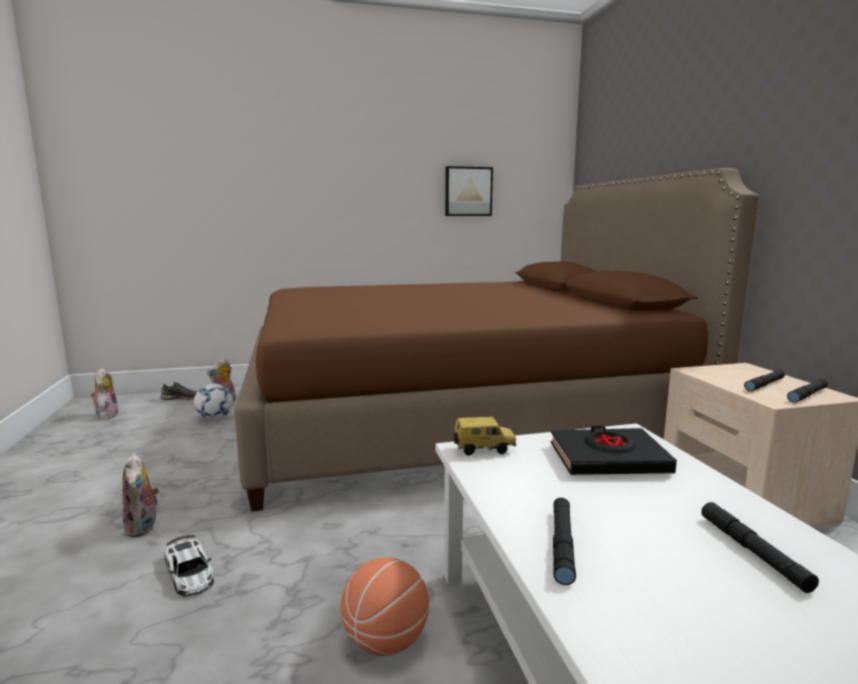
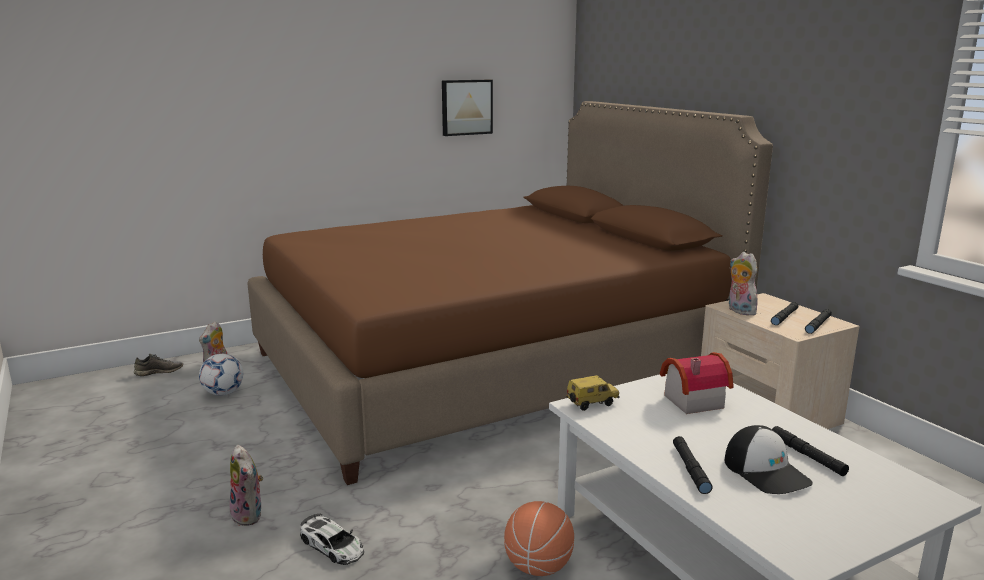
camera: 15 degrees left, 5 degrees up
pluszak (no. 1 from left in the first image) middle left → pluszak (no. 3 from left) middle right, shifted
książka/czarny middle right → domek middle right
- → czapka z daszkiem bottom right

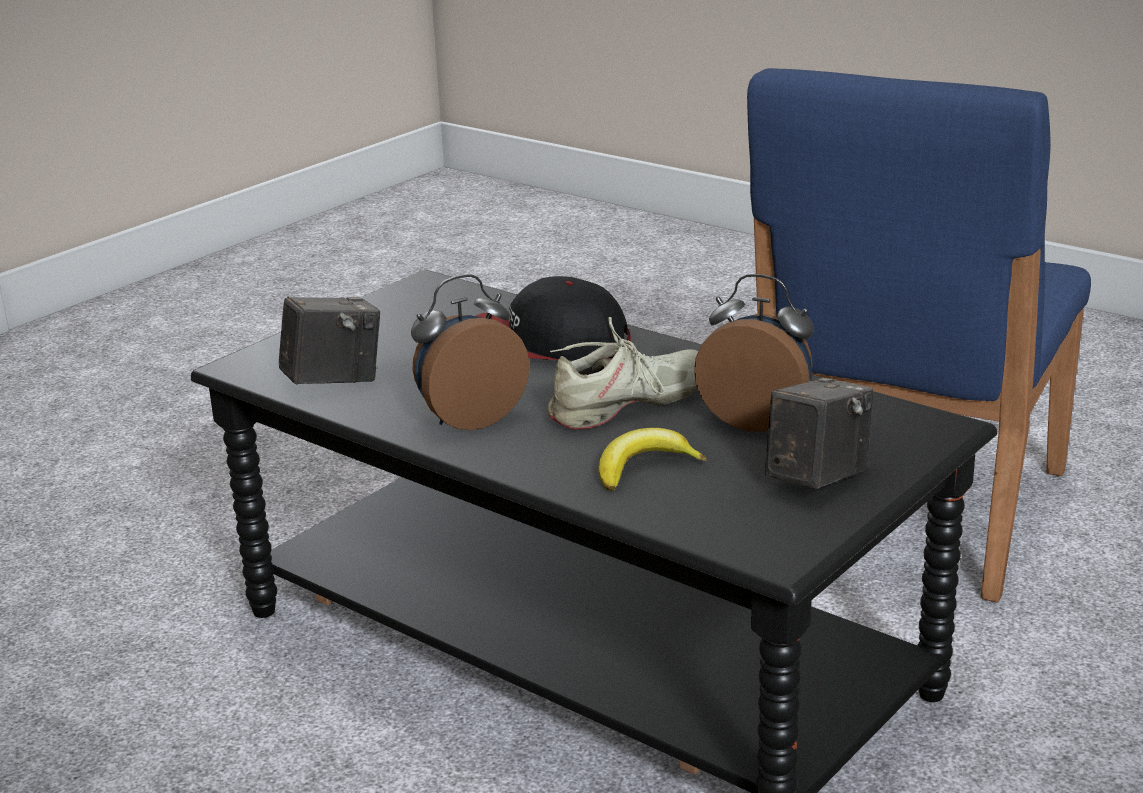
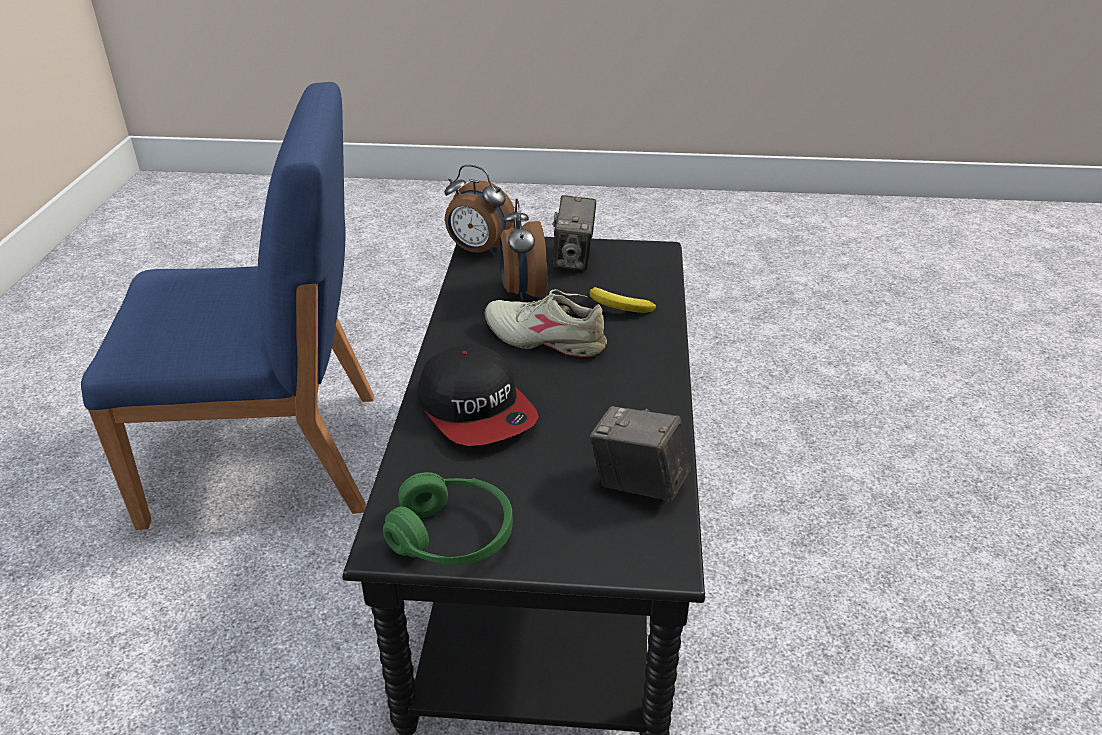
camera: 125 degrees left, 10 degrees up
budzik (no. 1 from left) centre → budzik (no. 1 from left) top centre, shifted
aparat fotograficzny (no. 2 from left in the first image) middle right → aparat fotograficzny (no. 1 from left) top centre, 90 degrees counterclockwise
- → słuchawki/zielony bottom centre

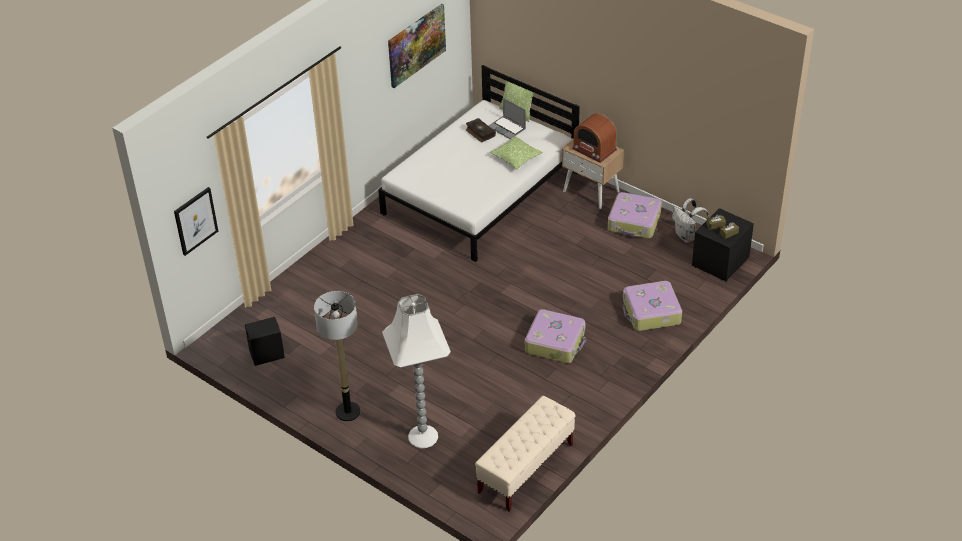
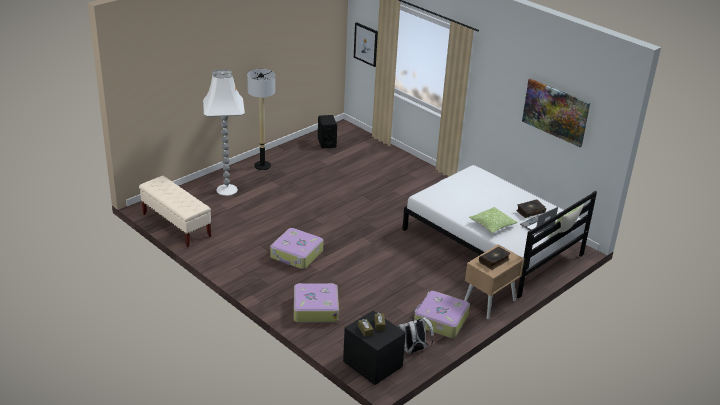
camera: 95 degrees right, 10 degrees down
radio top centre → książka (no. 1 from left) middle right

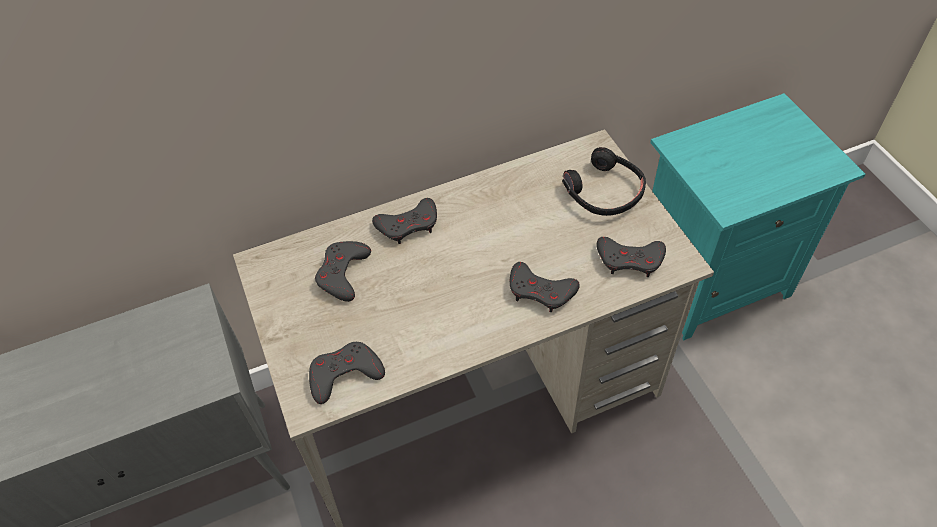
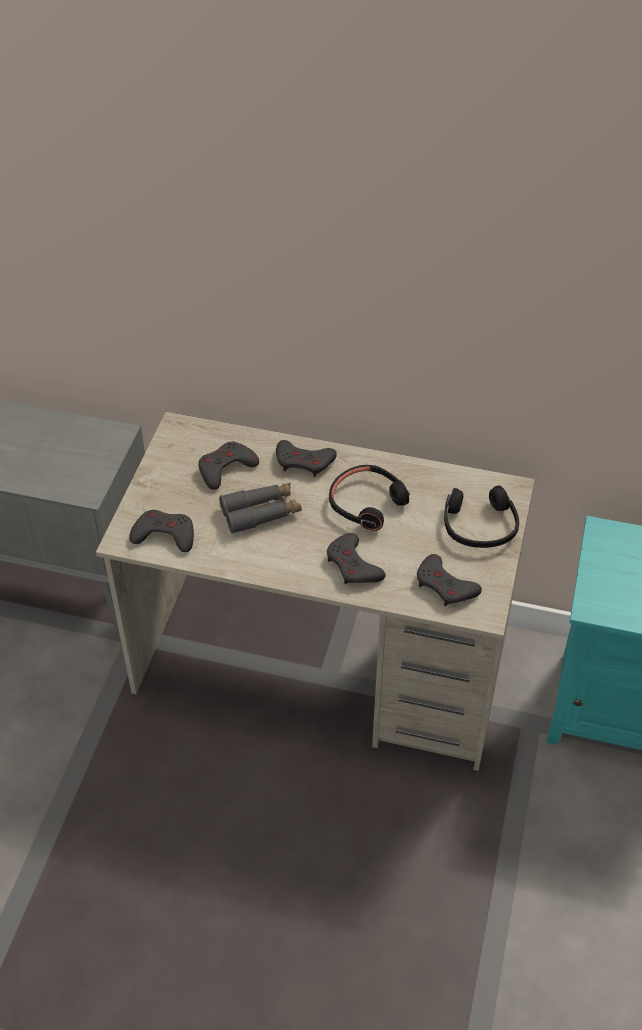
camera: 35 degrees right, 5 degrees down
- → lornetka/szary centre
- → słuchawki/czarny (no. 1 from left) centre

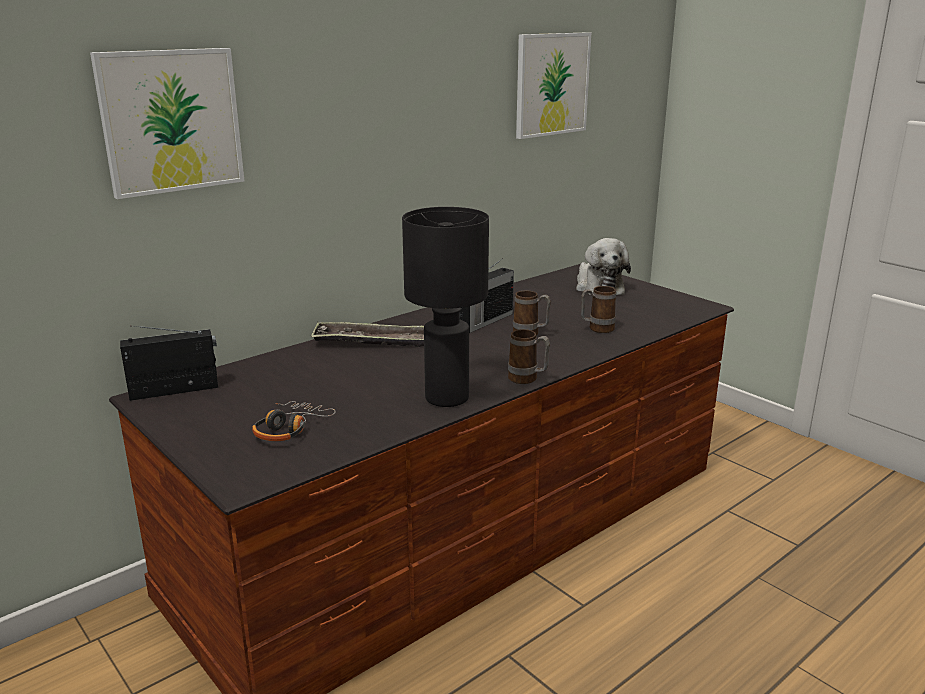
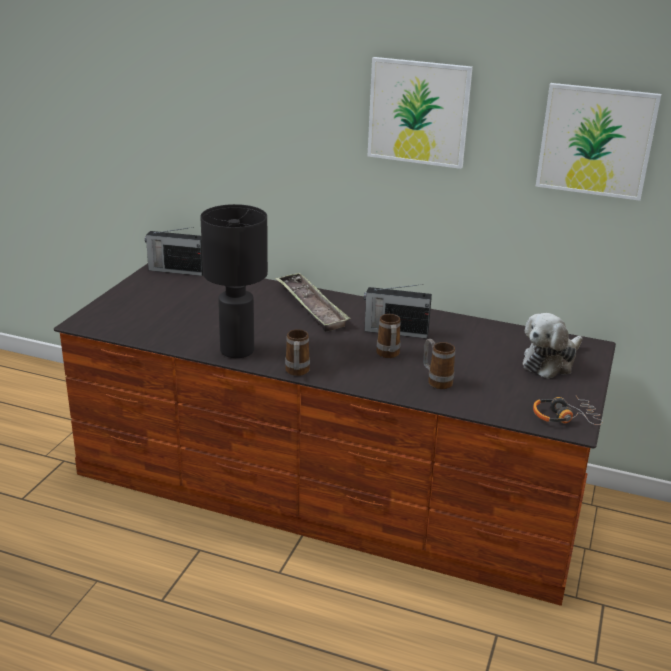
camera: 60 degrees right, 5 degrees up
obraz (no. 1 from left) top left → obraz (no. 1 from left) top centre, shifted
radio (no. 1 from left) middle left, 150 degrees clockwise
słuchawki middle left → słuchawki middle right, shifted

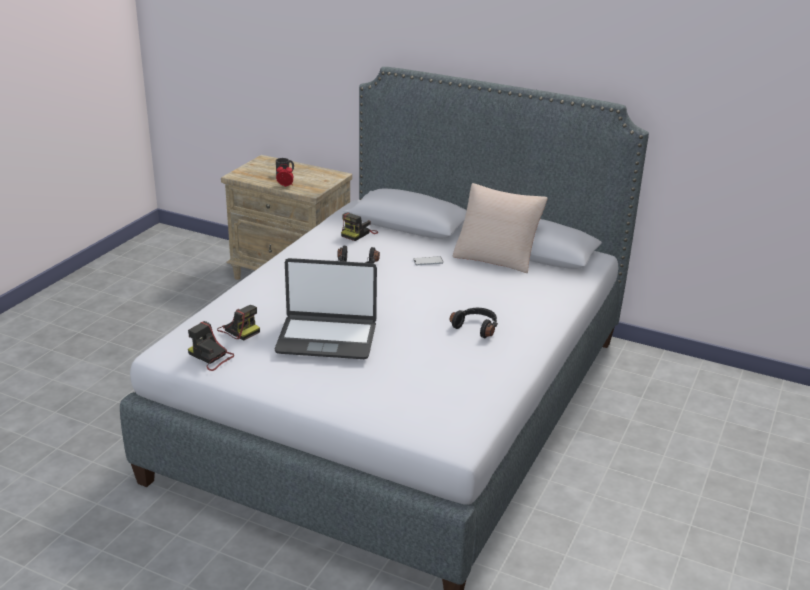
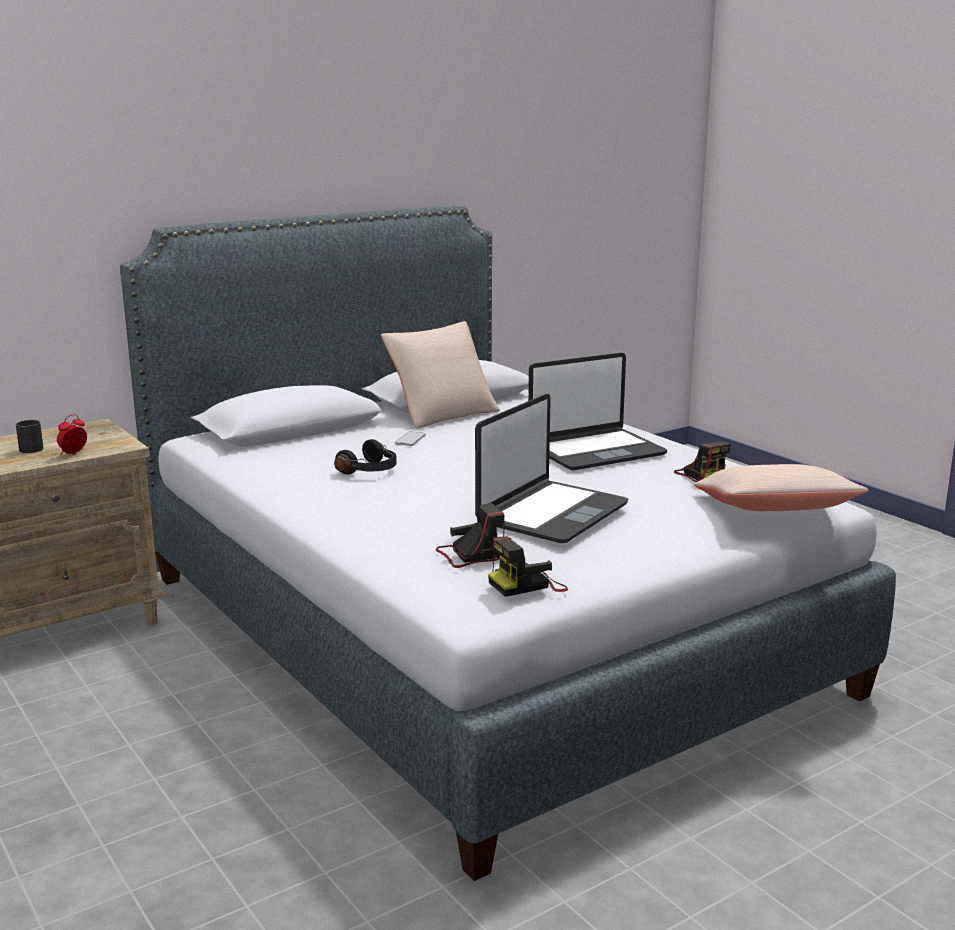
camera: 60 degrees left, 10 degrees down
aparat fotograficzny (no. 3 from left) centre → aparat fotograficzny (no. 3 from left) middle right, shifted
słuchawki/czarny (no. 2 from left) centre → laptop (no. 2 from left) centre
- → poduszka/beżowy (no. 2 from left) middle right

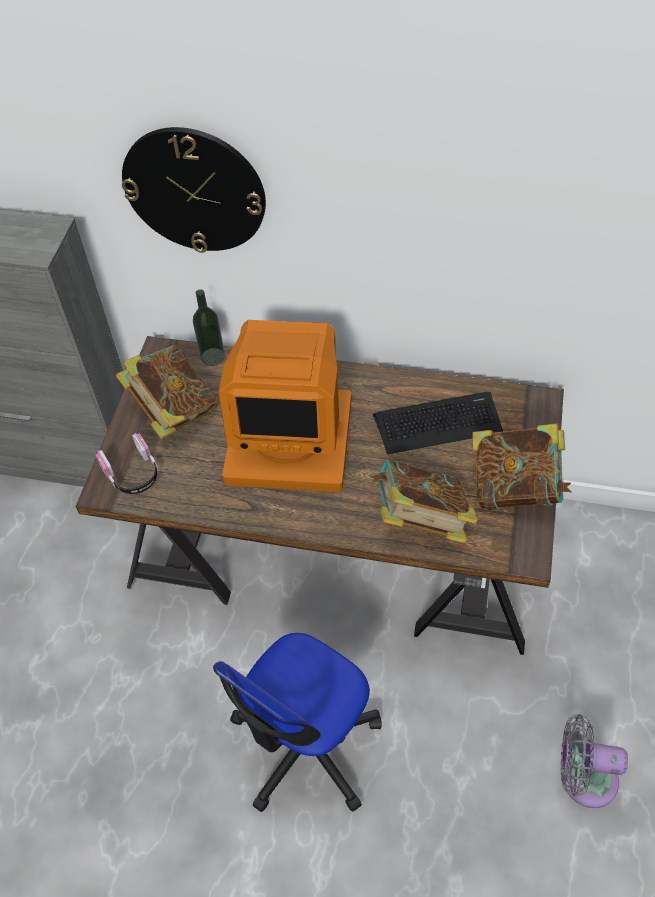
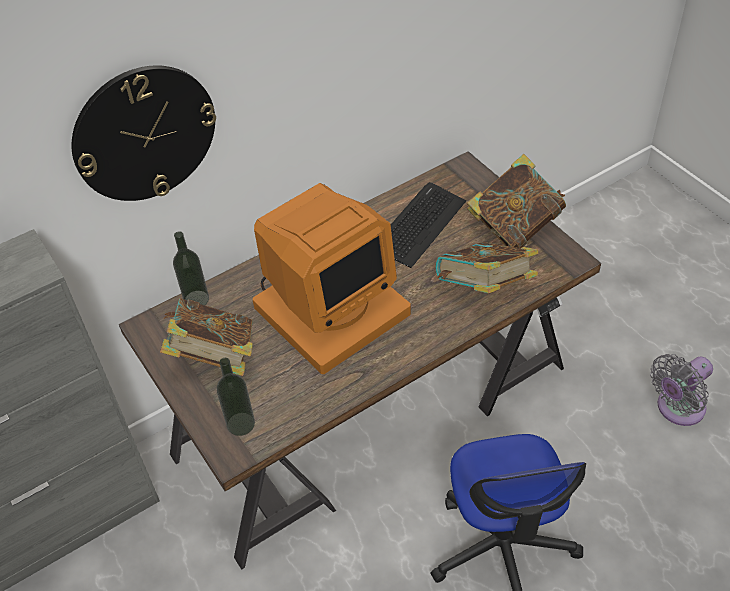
camera: 45 degrees left, 5 degrees down
słuchawki middle left → butelka (no. 2 from left) bottom left

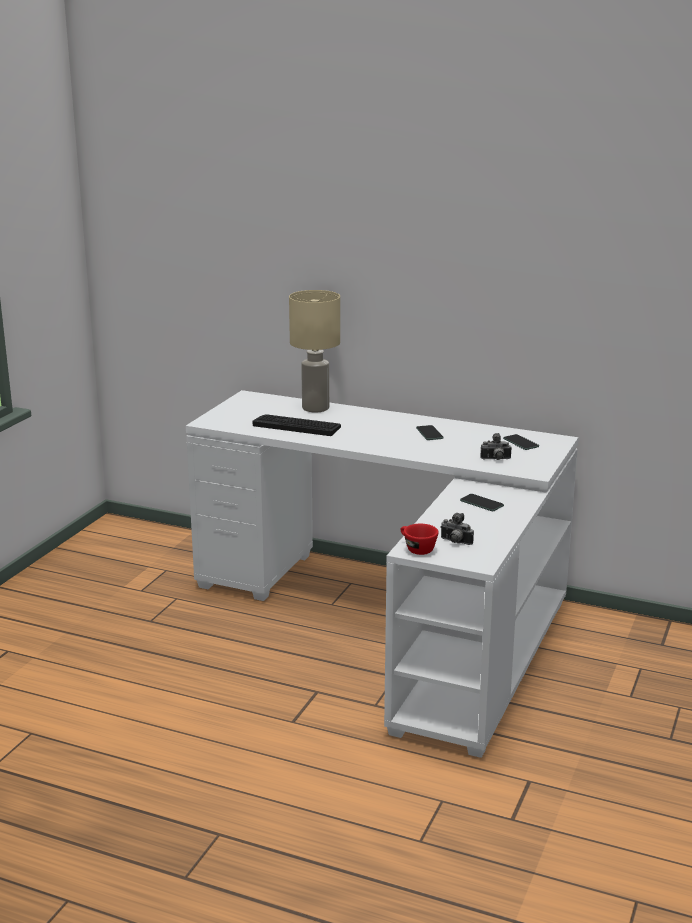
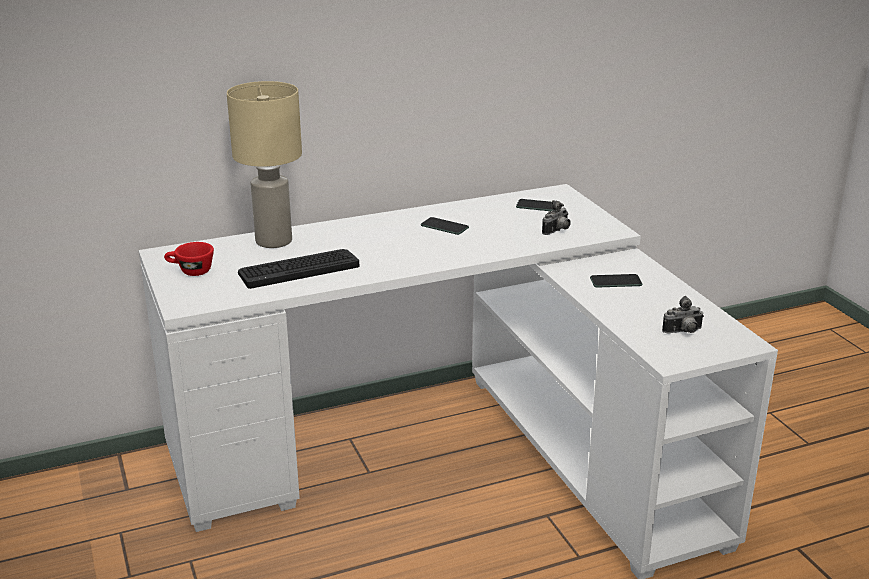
camera: 45 degrees left, 5 degrees up
filiżanka/czerwony centre → filiżanka/czerwony middle left, shifted

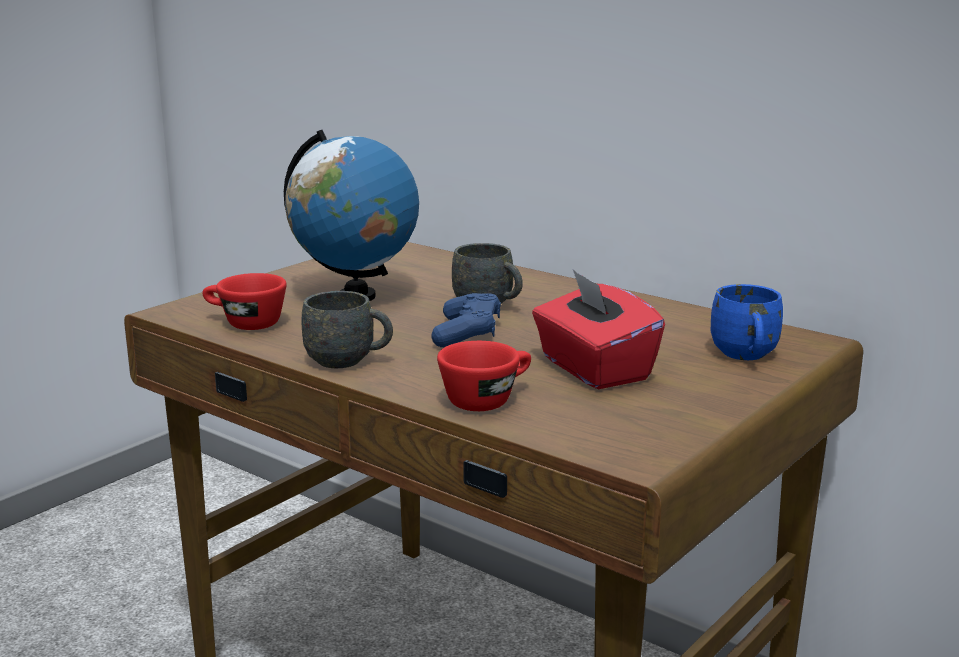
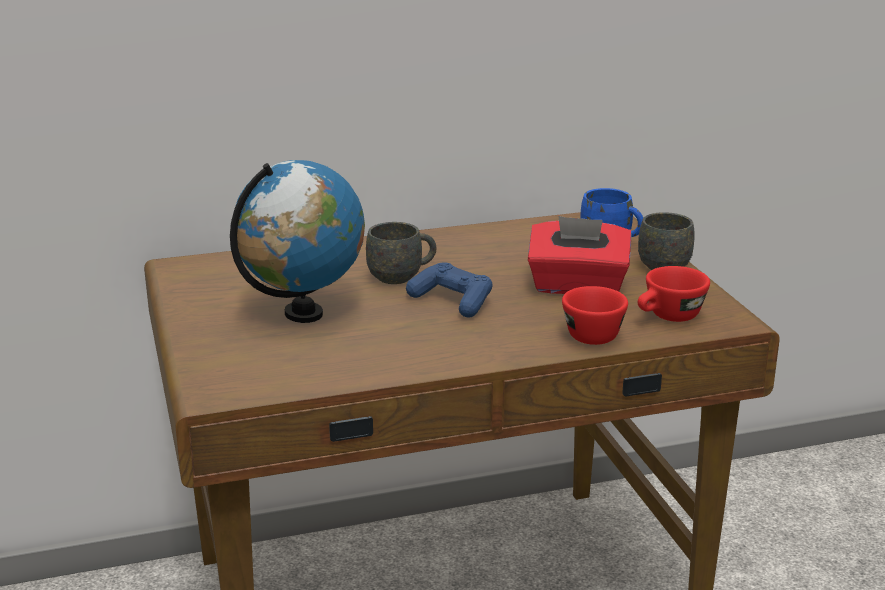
camera: 55 degrees left, 5 degrees up
filiżanka/czerwony (no. 1 from left in the first image) middle left → filiżanka/czerwony (no. 2 from left) middle right, shifted
kubek/szary (no. 1 from left in the first image) centre → kubek/szary (no. 2 from left) middle right, shifted

